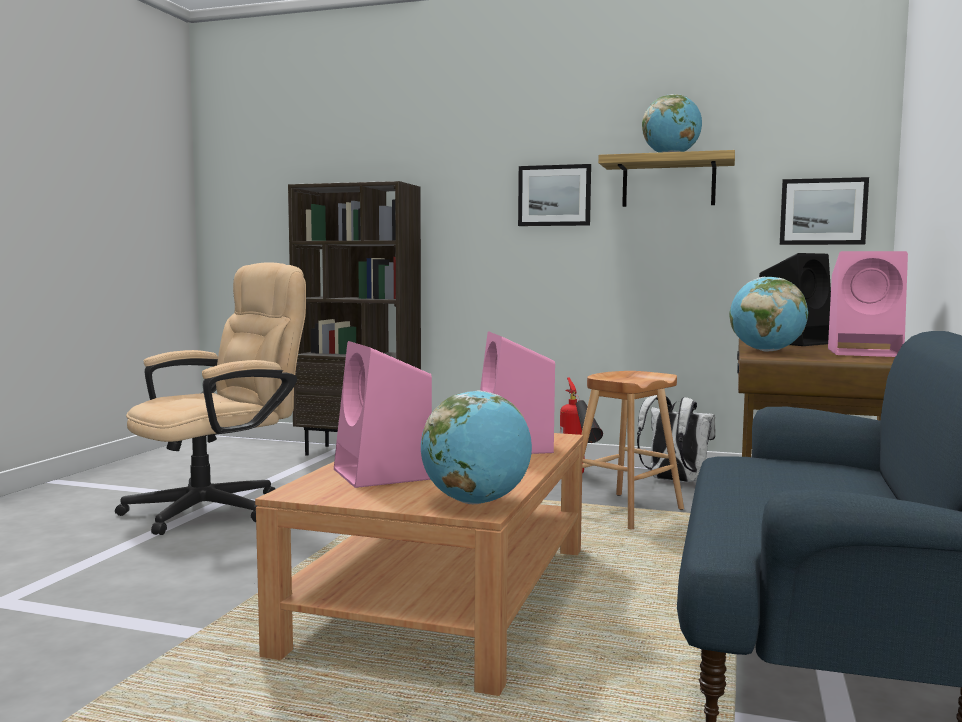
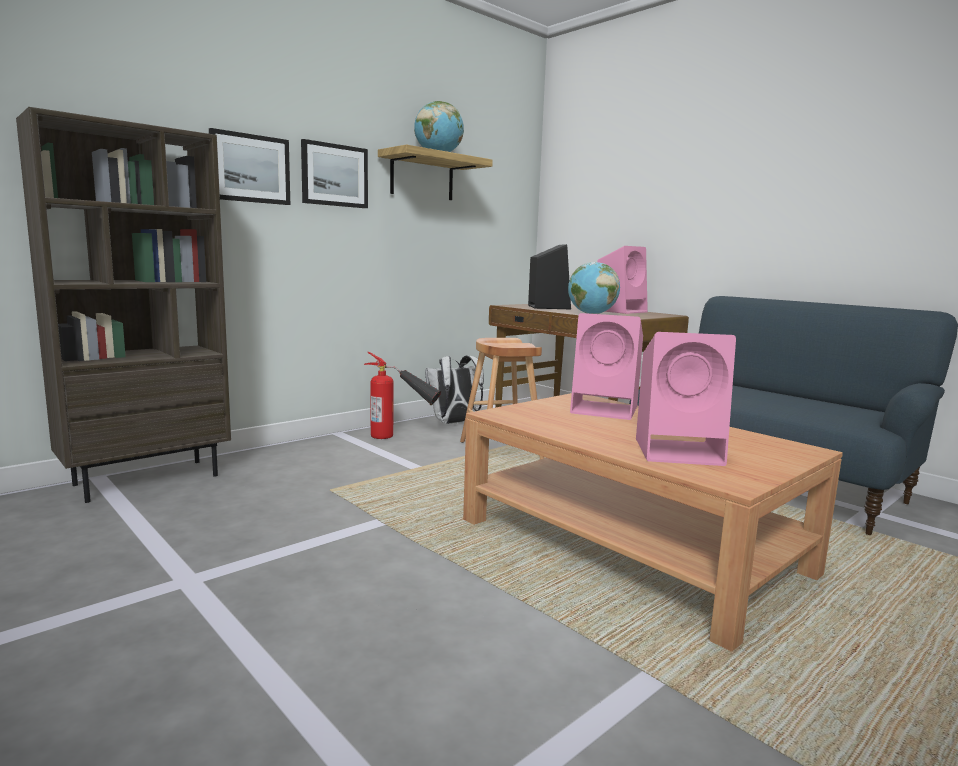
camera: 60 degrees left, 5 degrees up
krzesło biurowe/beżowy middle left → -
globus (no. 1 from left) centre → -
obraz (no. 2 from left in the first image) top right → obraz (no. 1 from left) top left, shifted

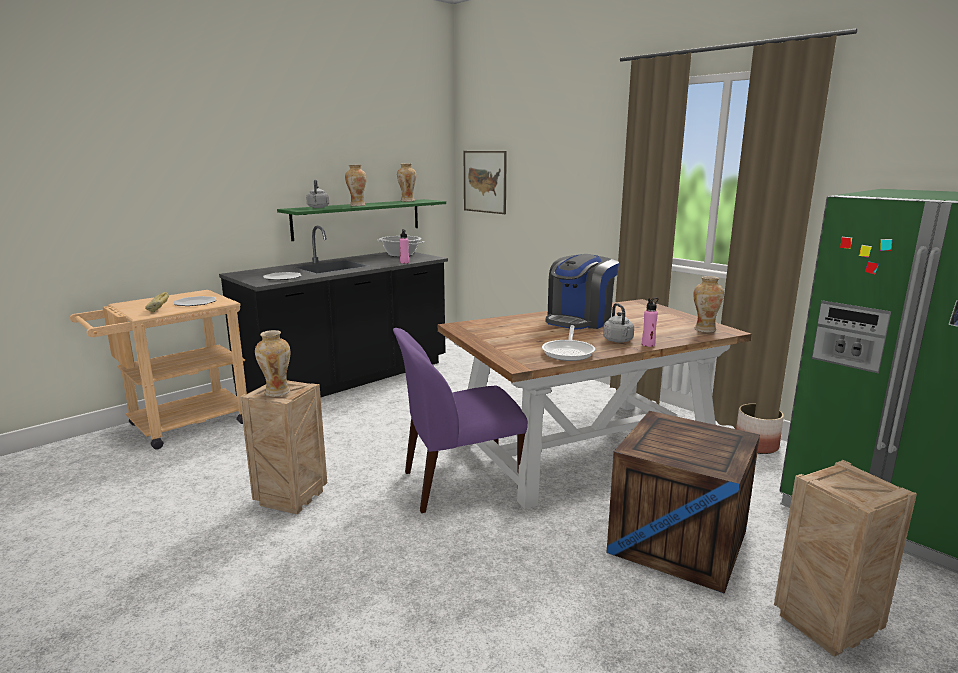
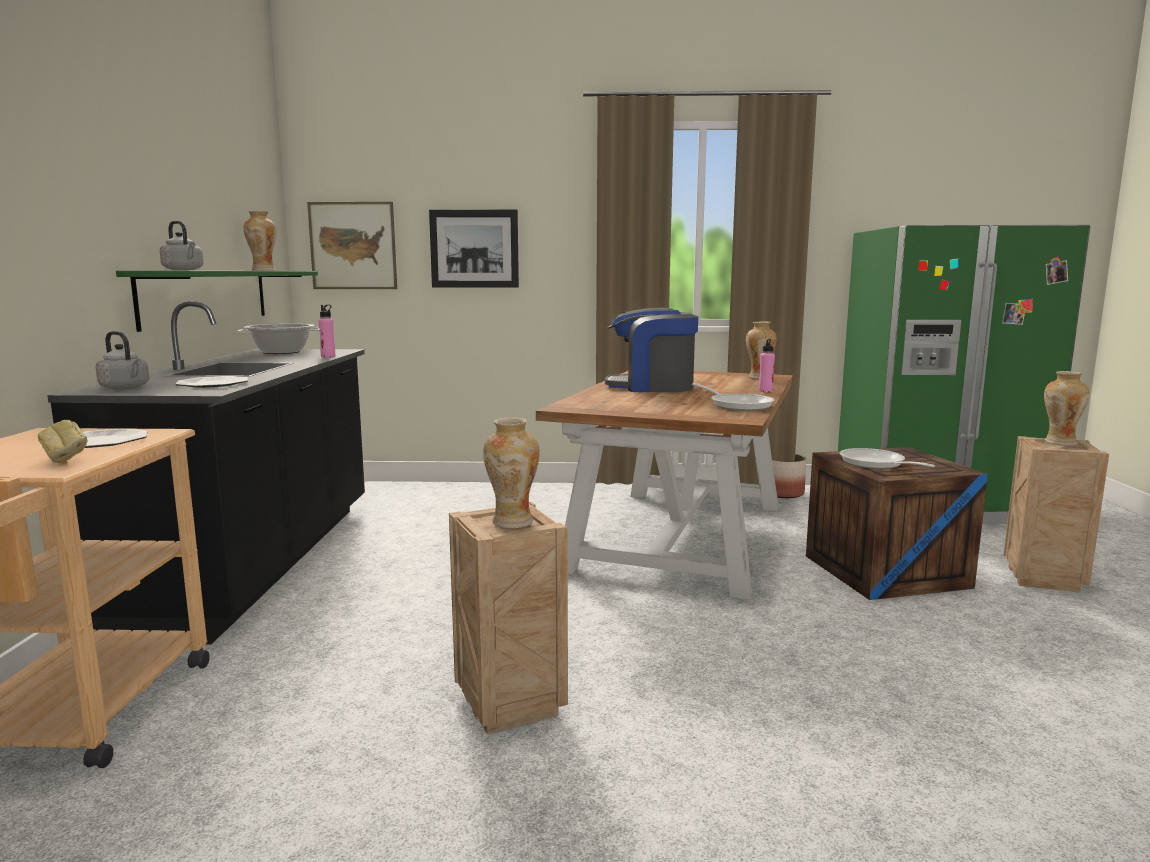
camera: 45 degrees left, 5 degrees down
wazon (no. 2 from left in the first image) top centre → wazon (no. 4 from left) middle right, shifted
krzesło/fioletowy centre → -
ekspres do kawy centre, 105 degrees clockwise
czajnik/szary (no. 2 from left in the first image) centre → czajnik/szary (no. 1 from left) middle left, shifted
- → obraz (no. 2 from left) top centre
- → patelnia (no. 2 from left) middle right

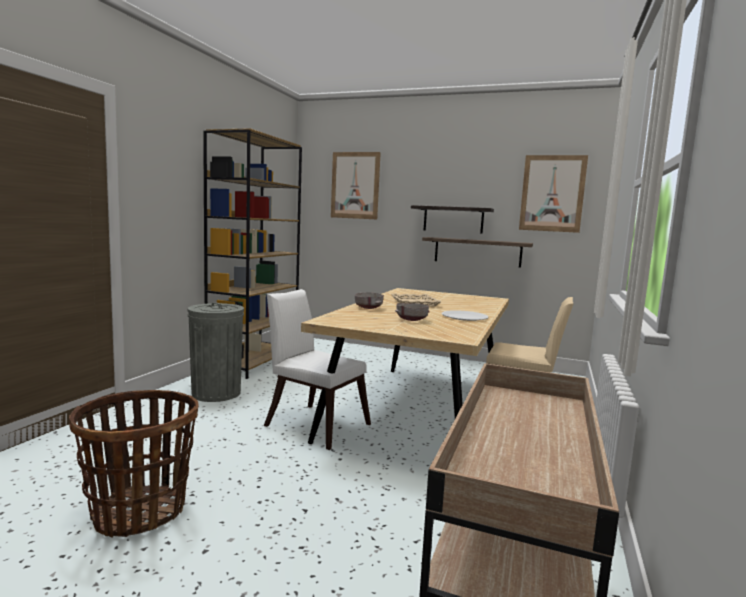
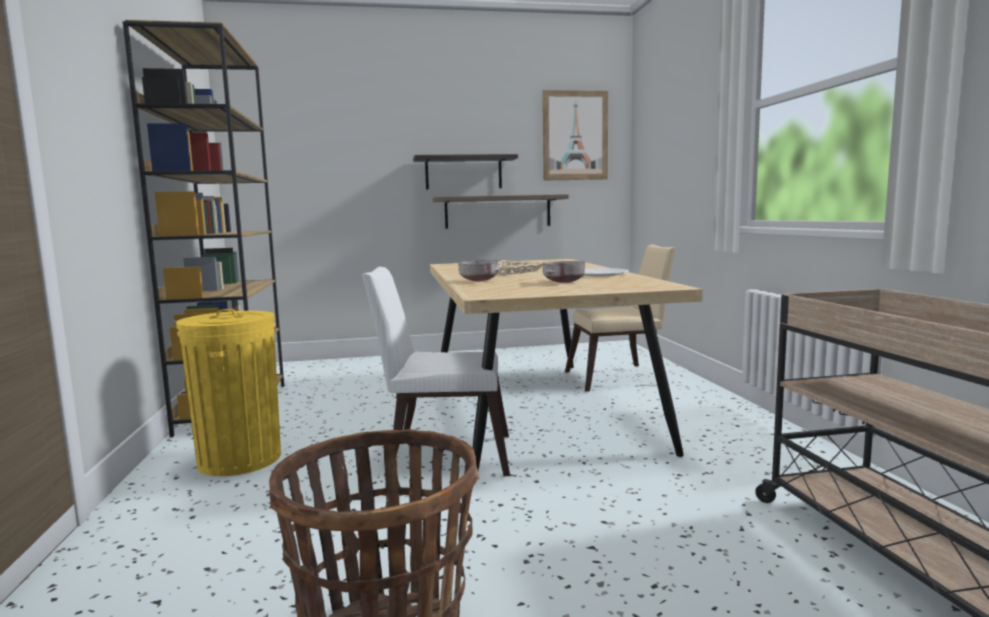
camera: 30 degrees left, 0 degrees up
kosz na śmieci/szary middle left → kosz na śmieci/żółty middle left
obraz (no. 1 from left) top centre → -

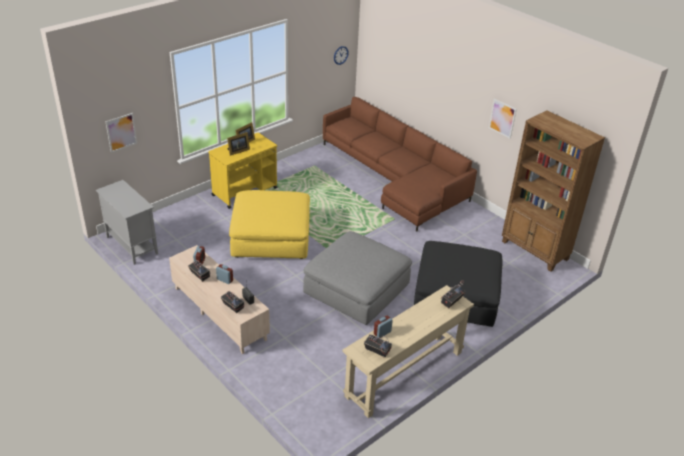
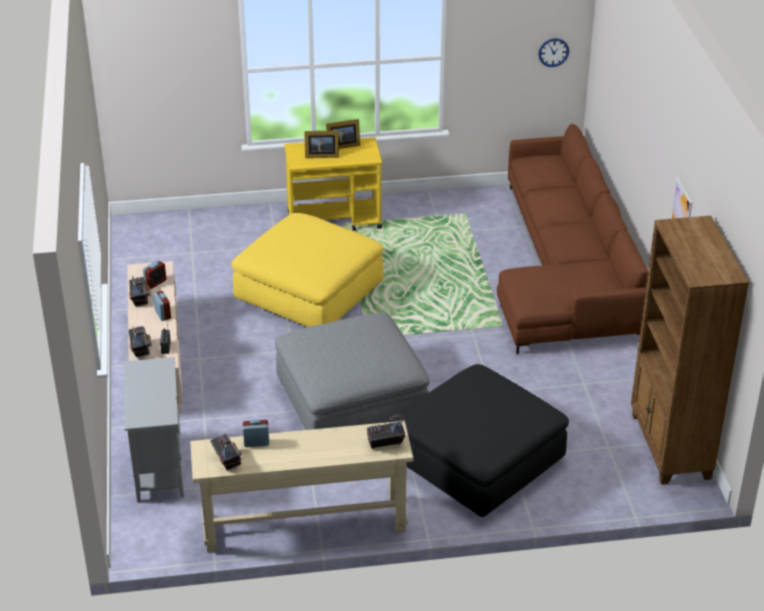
camera: 35 degrees right, 0 degrees up
szafka/szary middle left → szafka/szary bottom left, shifted
obraz (no. 1 from left) top left → -

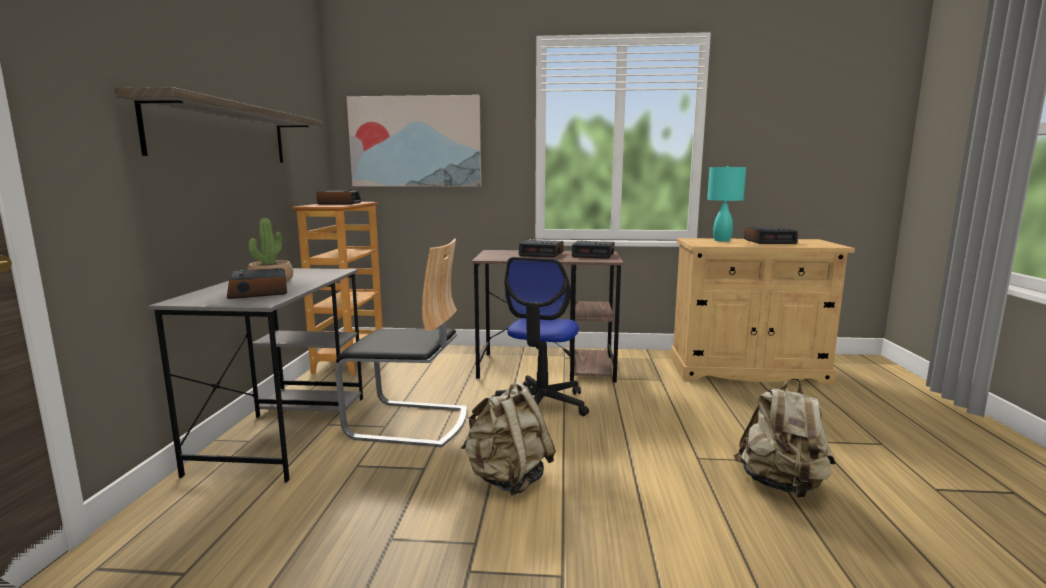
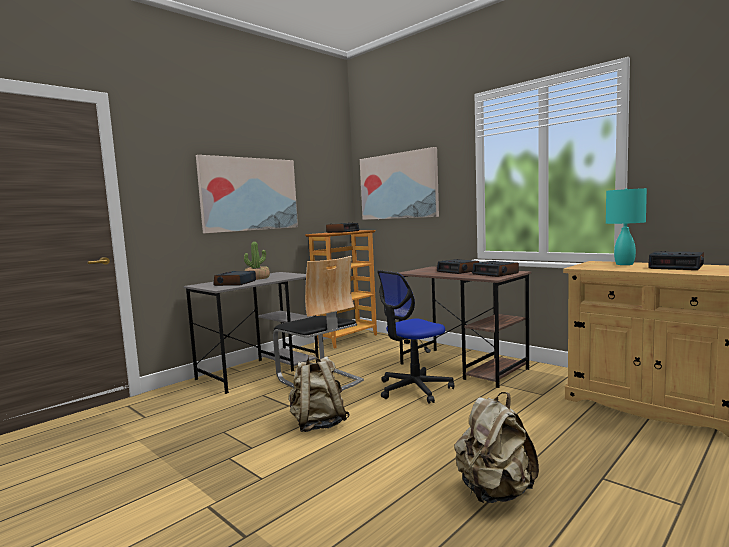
camera: 40 degrees right, 5 degrees down
półka top left → obraz (no. 1 from left) centre

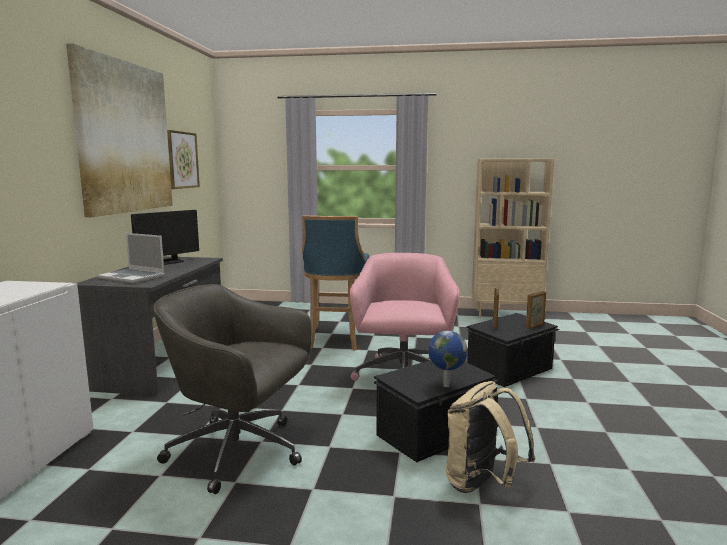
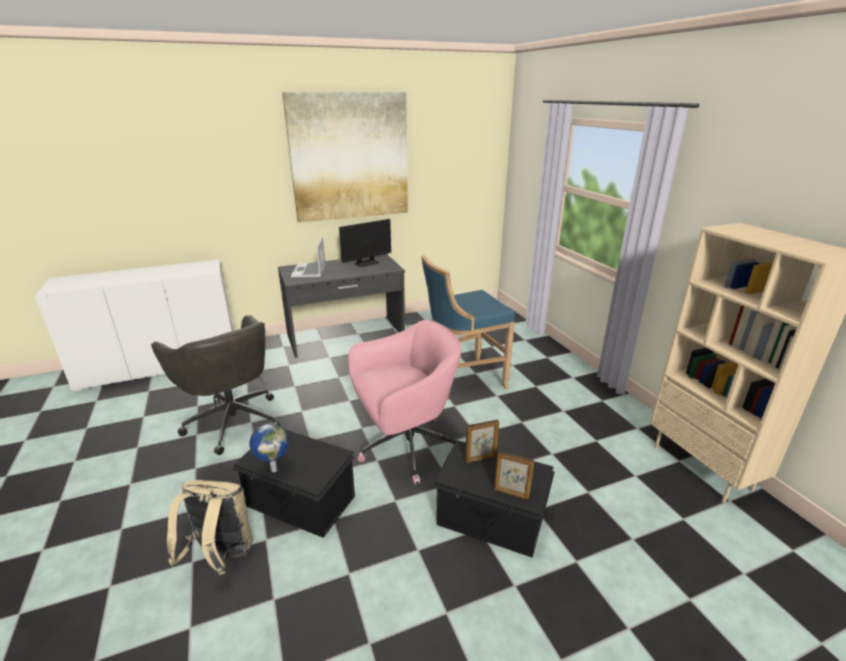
camera: 60 degrees right, 15 degrees up
monitor middle left → monitor centre, 45 degrees counterclockwise
krzesło biurowe/szary bottom left → krzesło biurowe/szary middle left, 150 degrees clockwise
obraz (no. 2 from left) top left → -

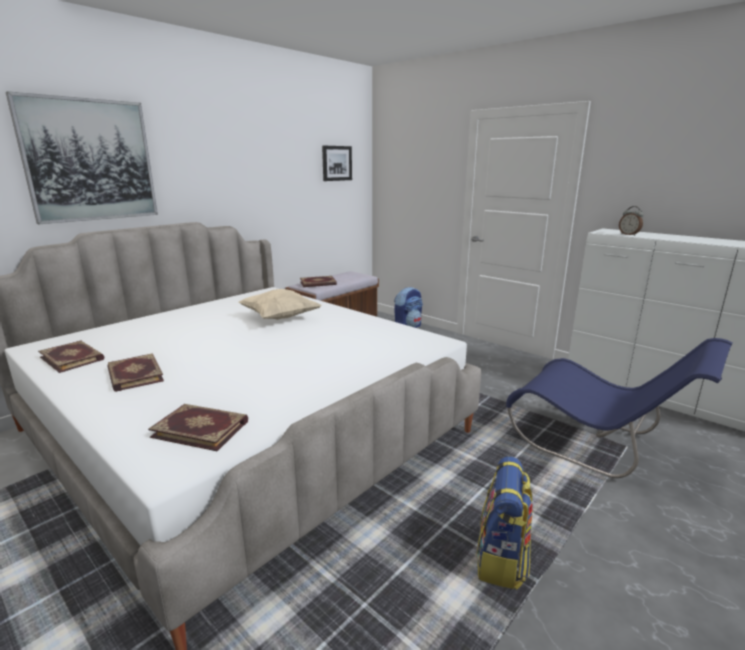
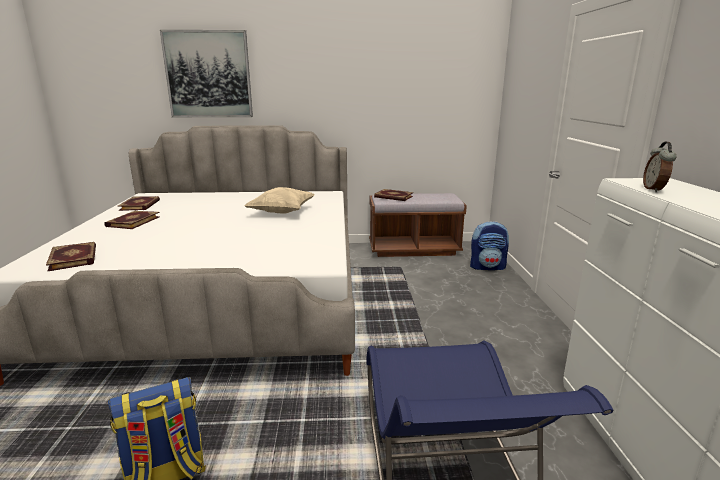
camera: 45 degrees right, 0 degrees up
obraz (no. 2 from left) top centre → -

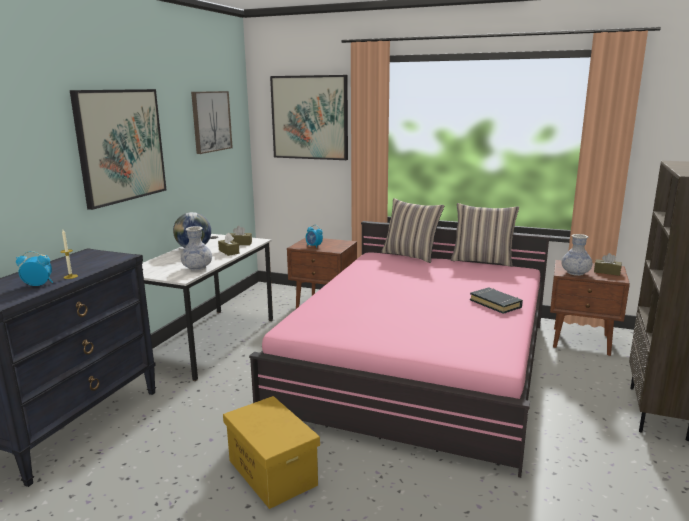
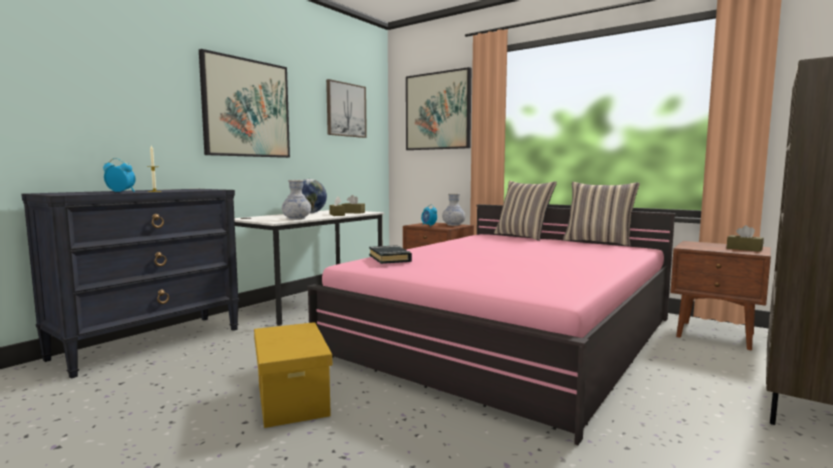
camera: 15 degrees right, 10 degrees down
książka/czarny middle right → książka/czarny centre, shifted
wazon (no. 2 from left) middle right → wazon (no. 2 from left) centre, shifted

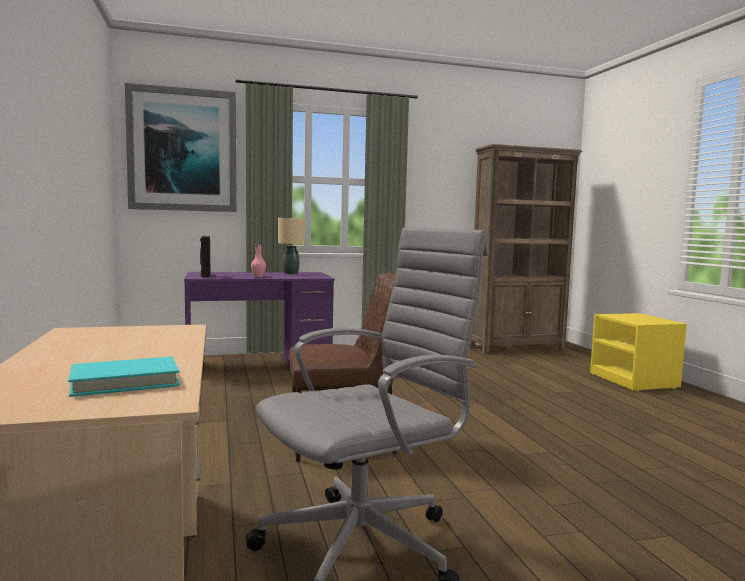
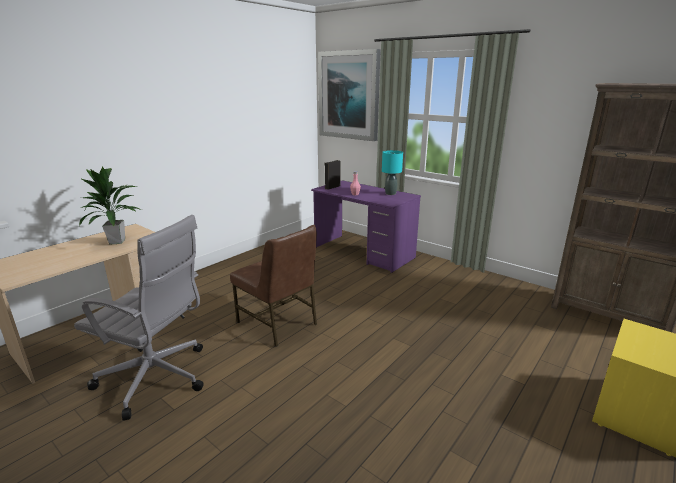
camera: 55 degrees right, 15 degrees up
książka/turkusowy middle left → -
lampa stołowa/beżowy centre → lampa stołowa/turkusowy centre
- → roślina doniczkowa middle left

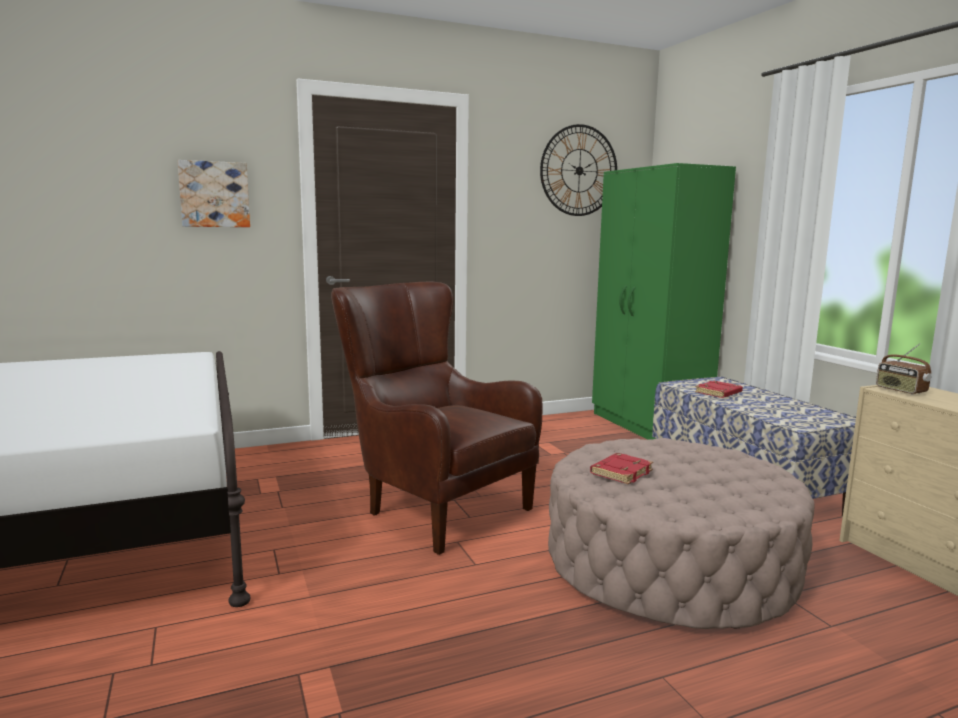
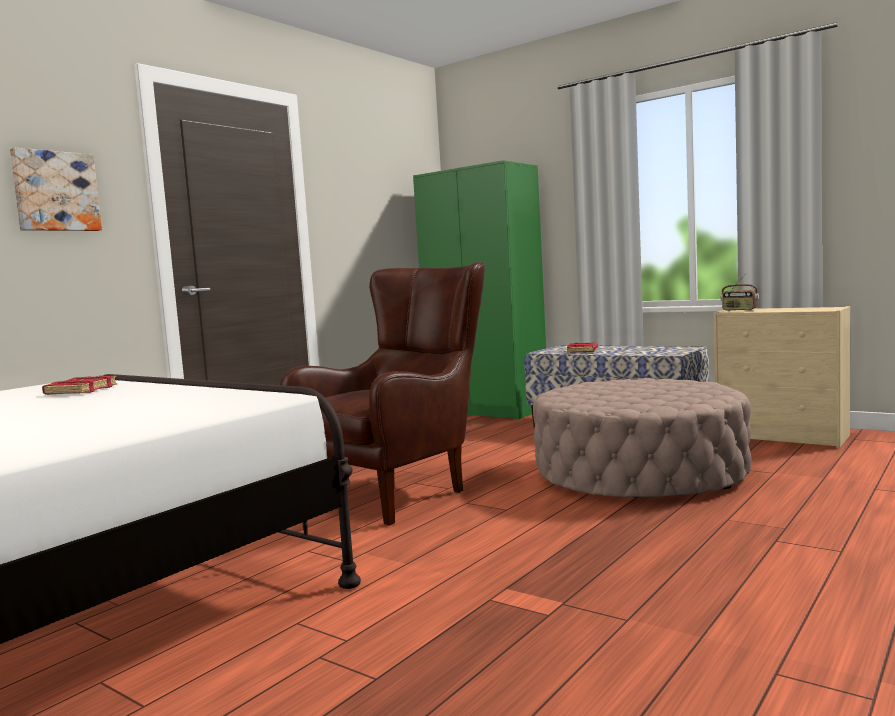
camera: 30 degrees left, 5 degrees down
fotel/brązowy centre, 120 degrees clockwise
zegar ścienny top centre → -
książka/czerwony (no. 1 from left) centre → książka/czerwony (no. 1 from left) middle left, shifted

